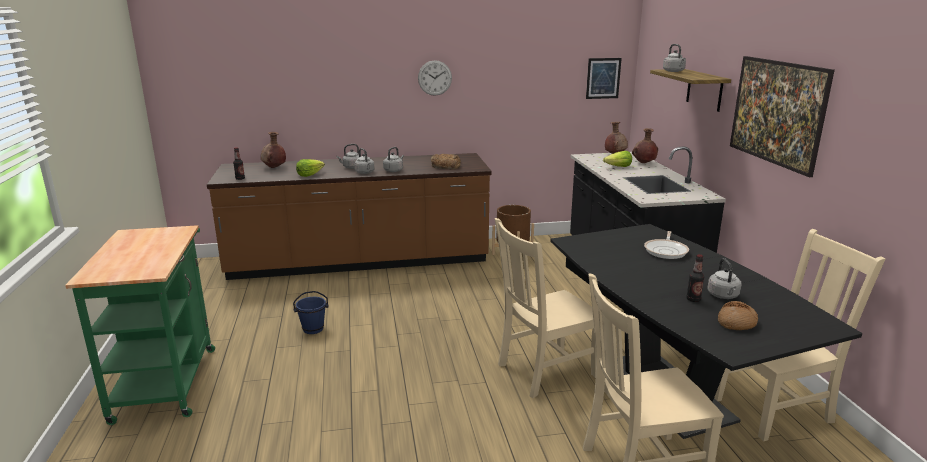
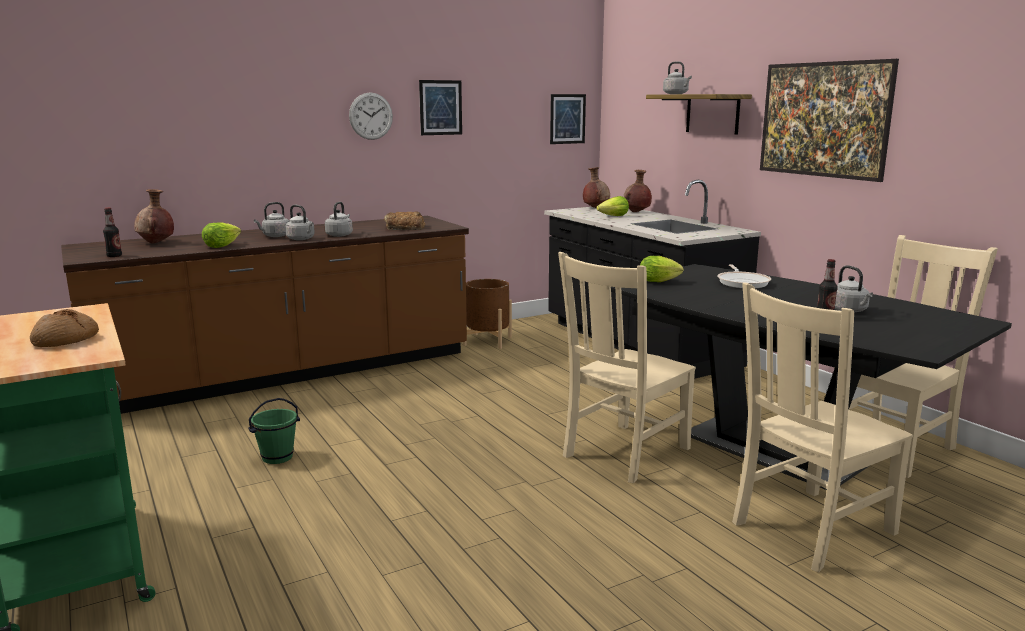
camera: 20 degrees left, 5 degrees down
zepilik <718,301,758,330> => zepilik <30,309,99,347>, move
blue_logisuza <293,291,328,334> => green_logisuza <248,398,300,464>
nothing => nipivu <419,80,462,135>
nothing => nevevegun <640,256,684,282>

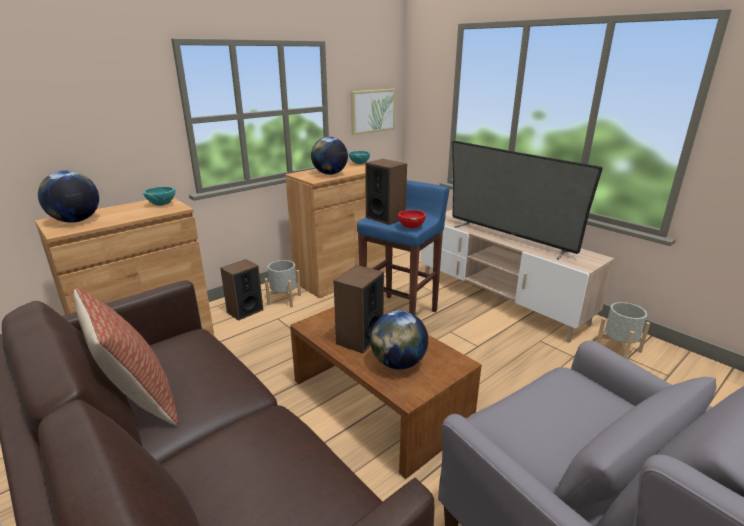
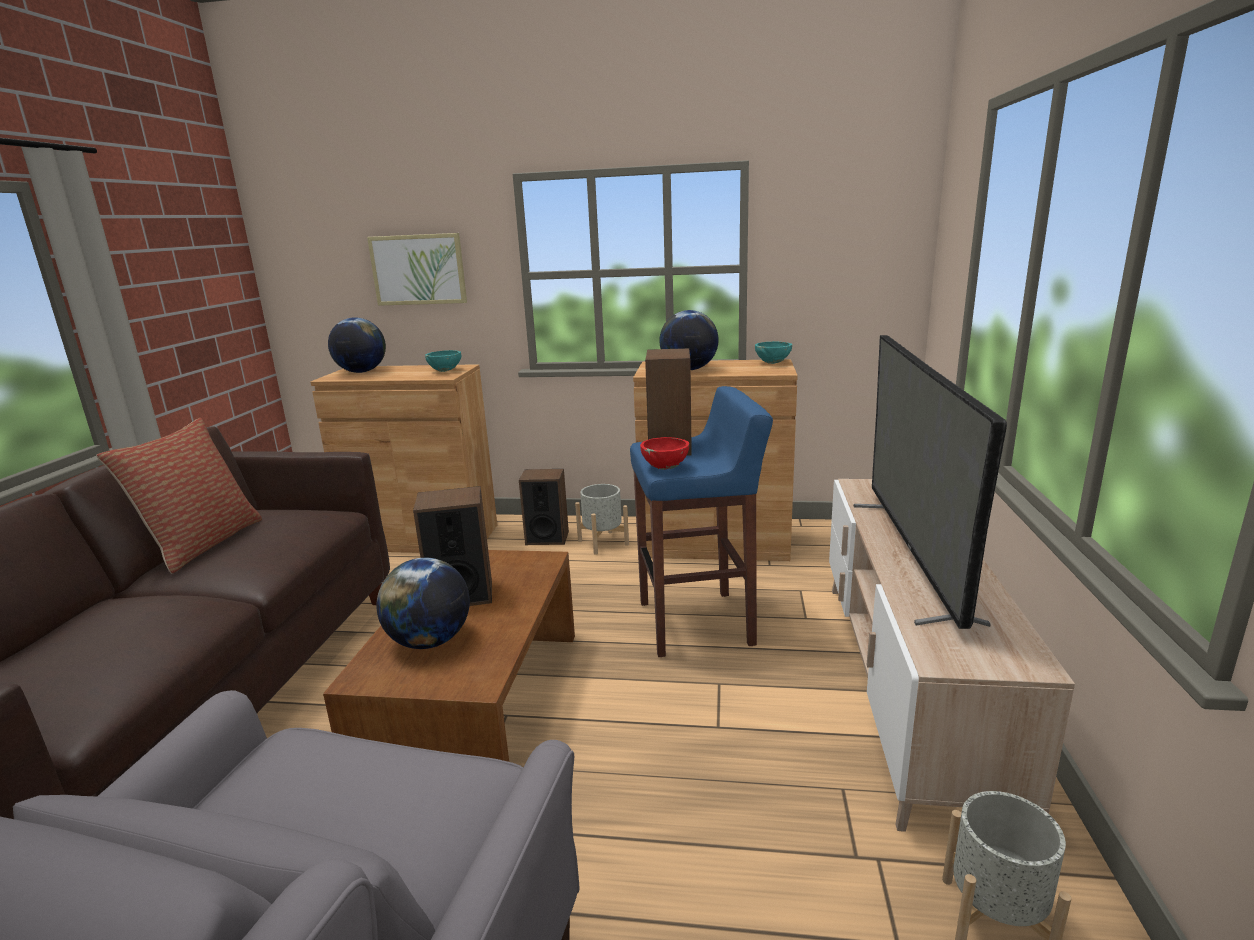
camera: 50 degrees right, 5 degrees down
nipivu <351,89,396,135> => nipivu <367,233,467,306>, move

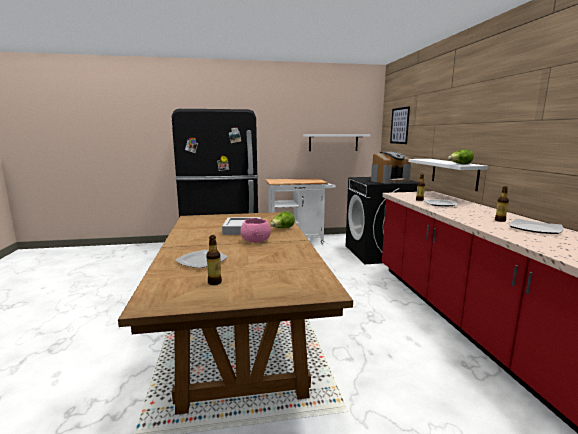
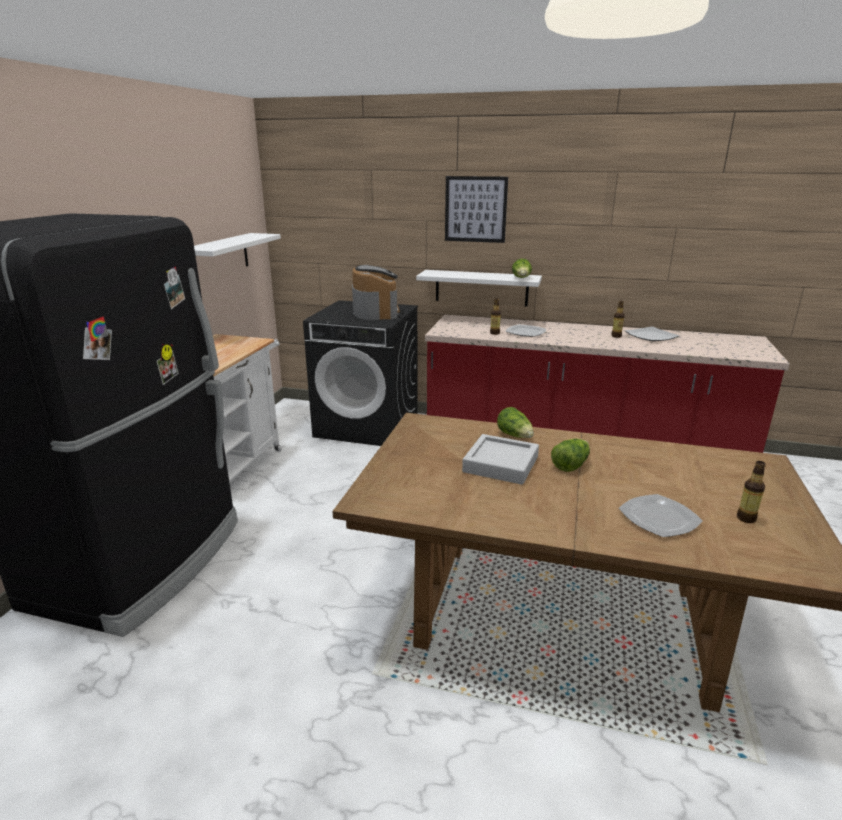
camera: 65 degrees left, 10 degrees up
nipivu <390,106,410,144> => nipivu <445,176,508,243>, move
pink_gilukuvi <241,218,271,243> => nevevegun <551,438,590,472>

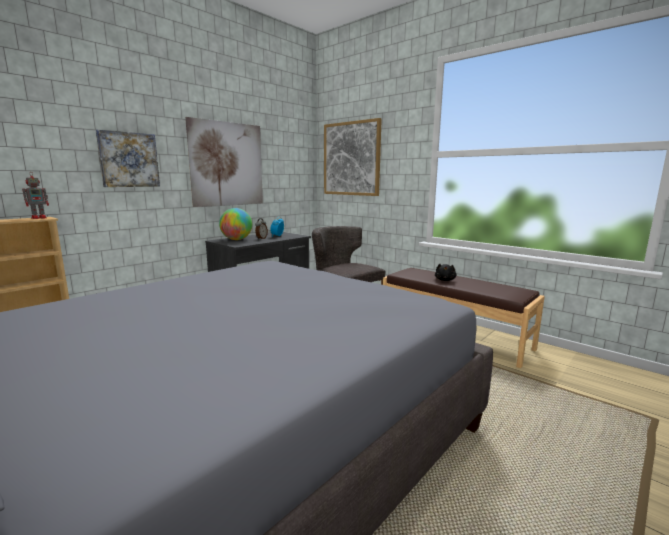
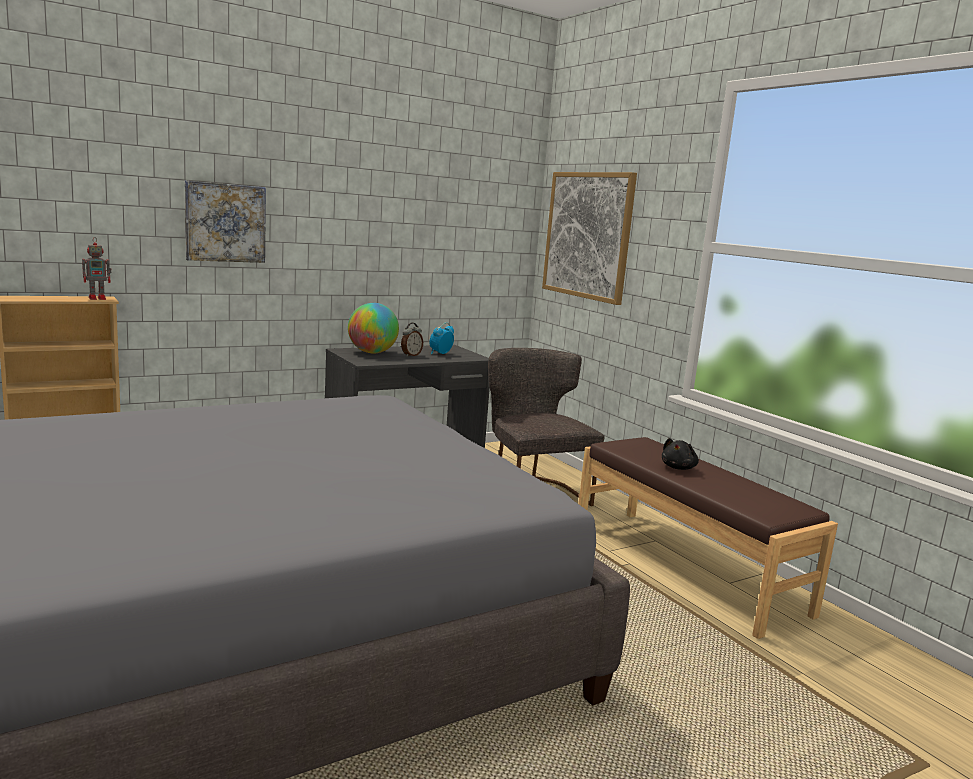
camera: 15 degrees right, 0 degrees up
nipivu <185,117,263,207> => nothing

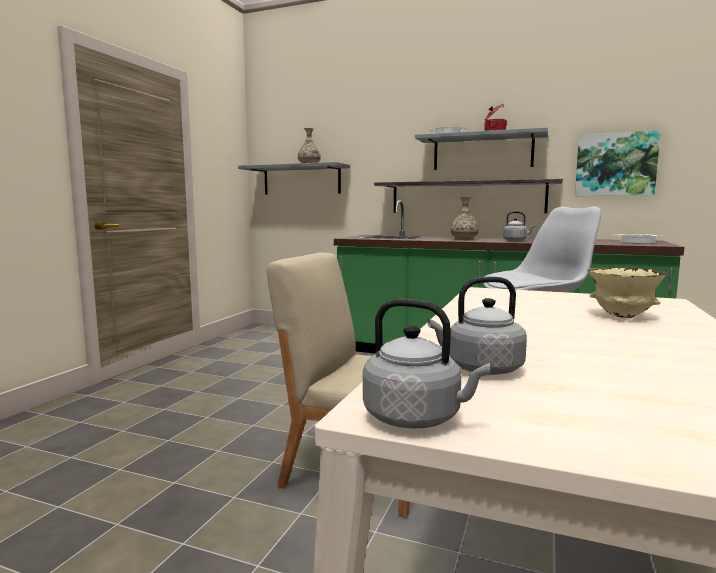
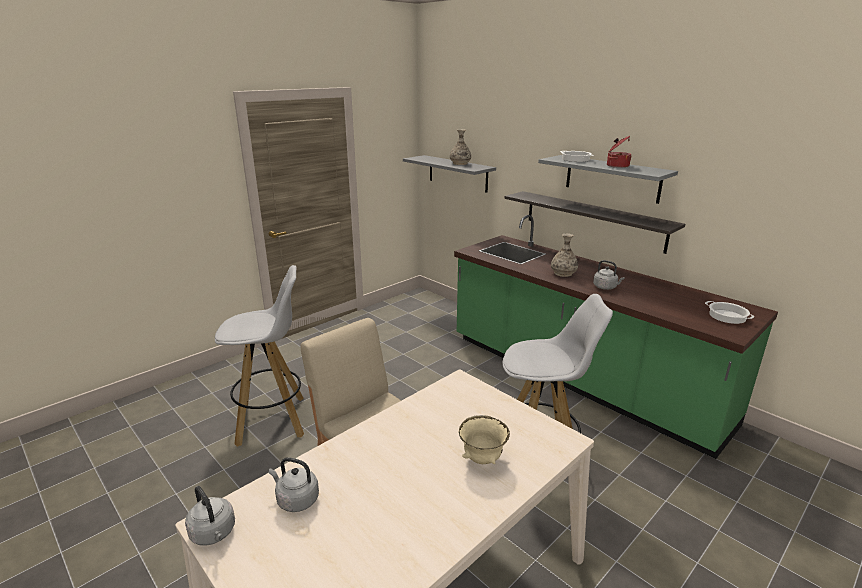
camera: 25 degrees right, 15 degrees up
nothing => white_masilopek <215,265,304,447>
nipivu <575,130,661,196> => nothing

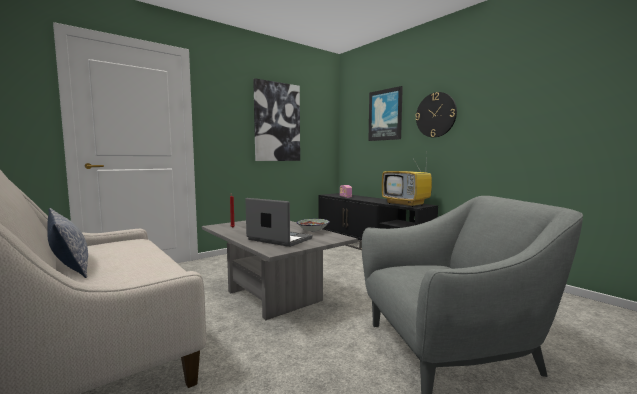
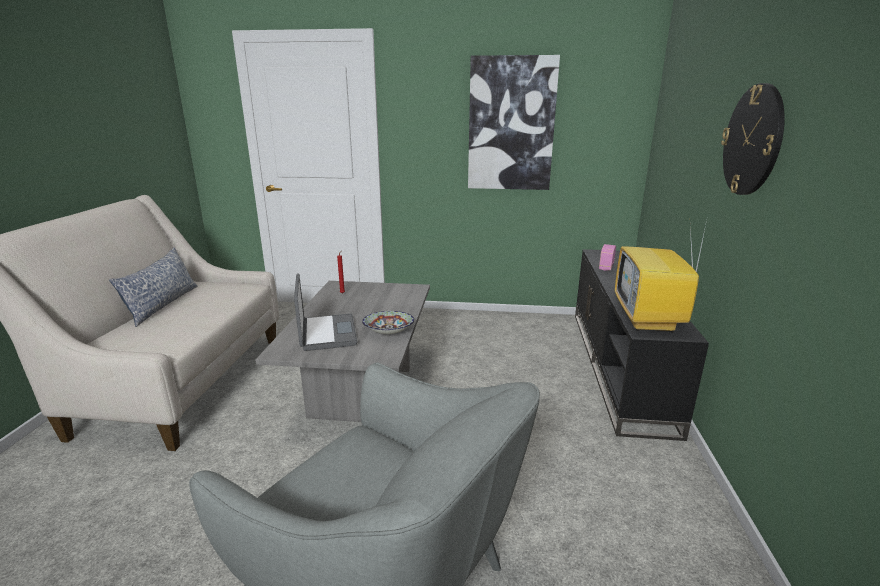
camera: 45 degrees right, 15 degrees up
nipivu <368,86,403,141> => nothing

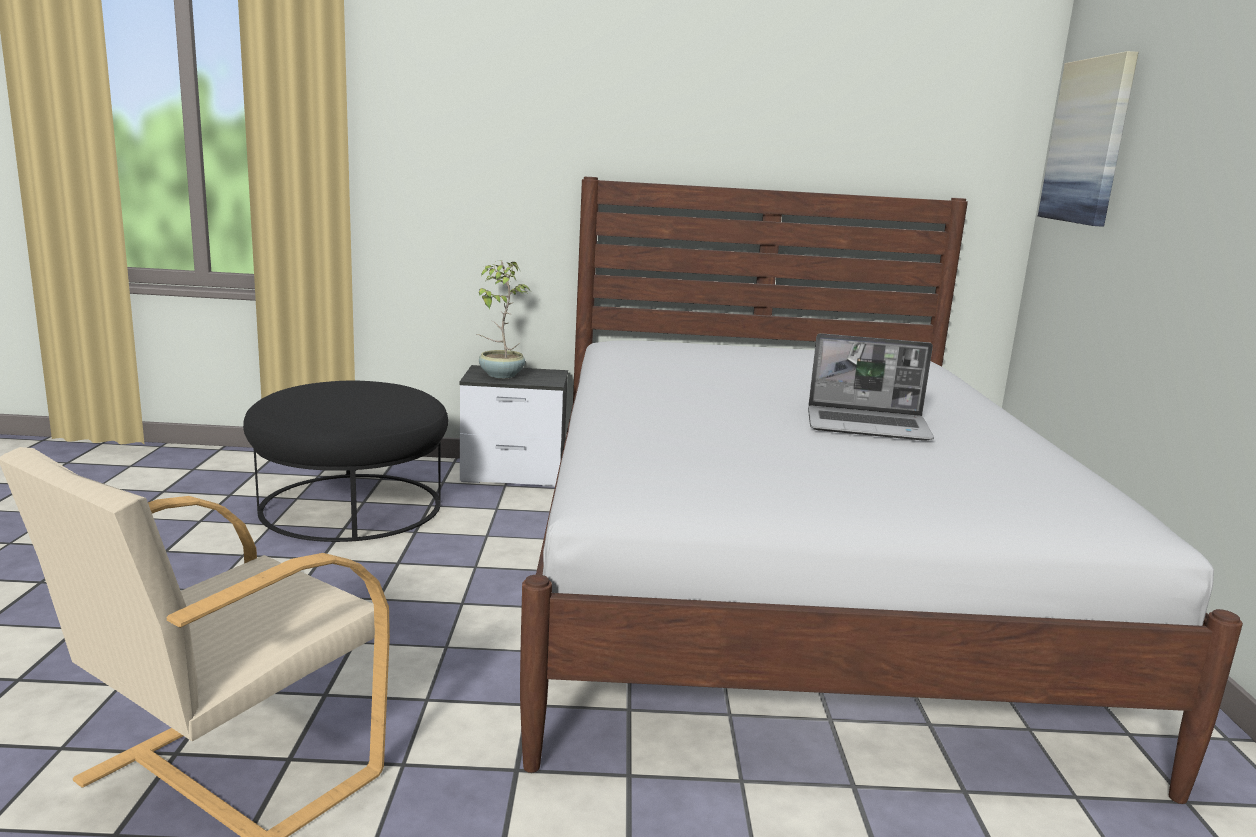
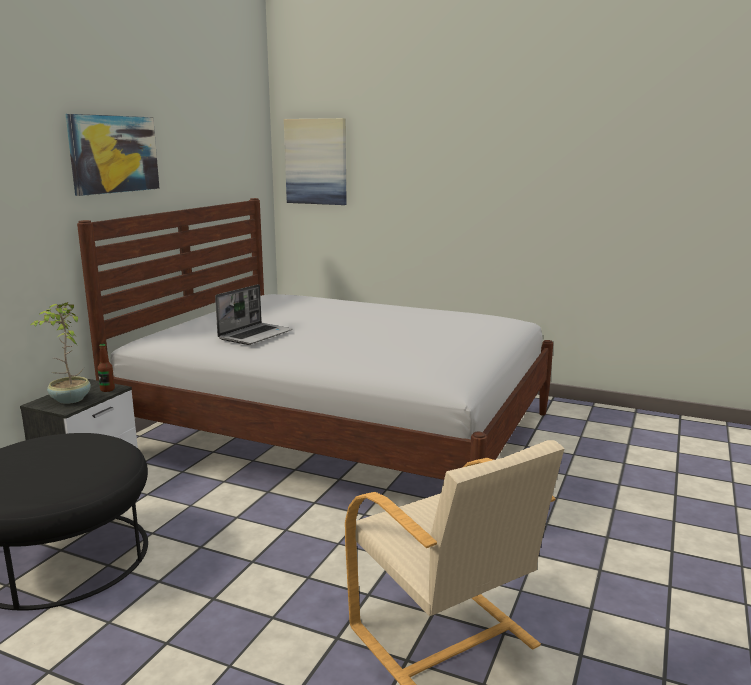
camera: 65 degrees left, 0 degrees up
nothing => nipivu <65,114,160,196>
nothing => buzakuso <98,344,115,392>
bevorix <808,333,934,441> => bevorix <215,284,292,345>, move

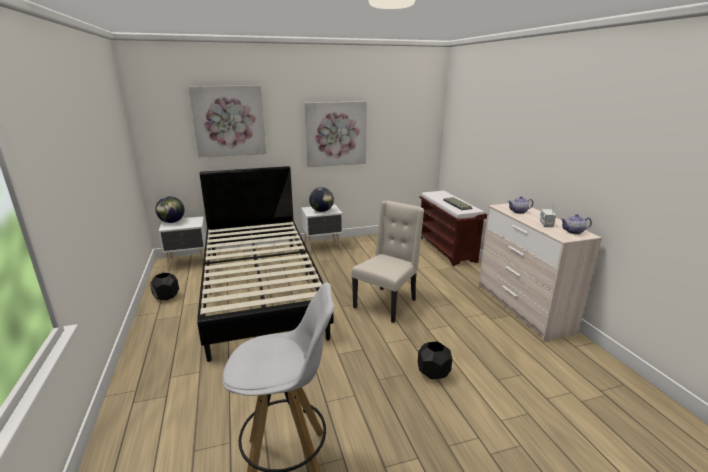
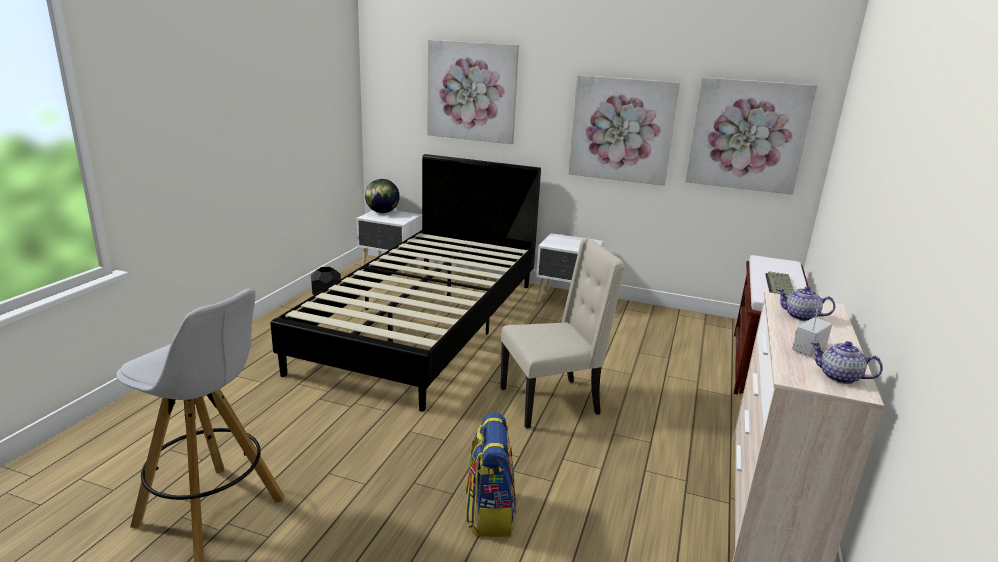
camera: 35 degrees right, 0 degrees up
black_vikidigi <418,341,452,380> => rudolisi <465,413,516,537>
nothing => nipivu <685,77,817,195>
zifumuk <309,187,334,212> => nothing

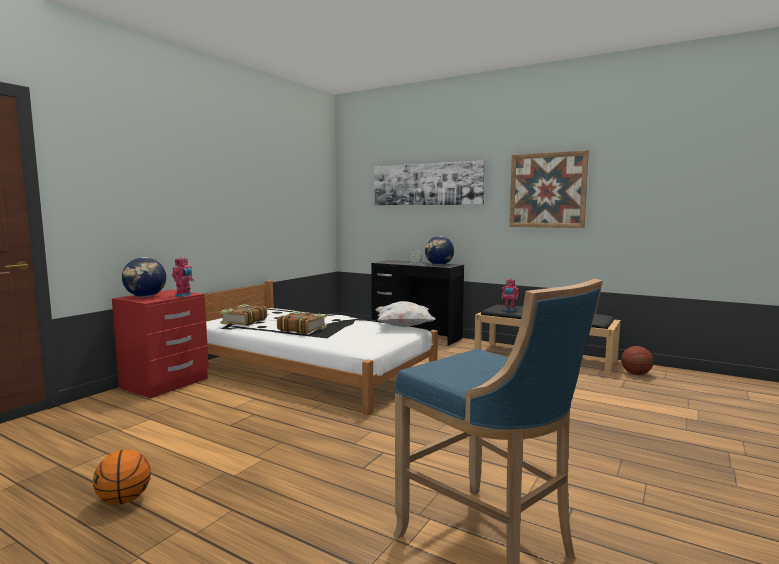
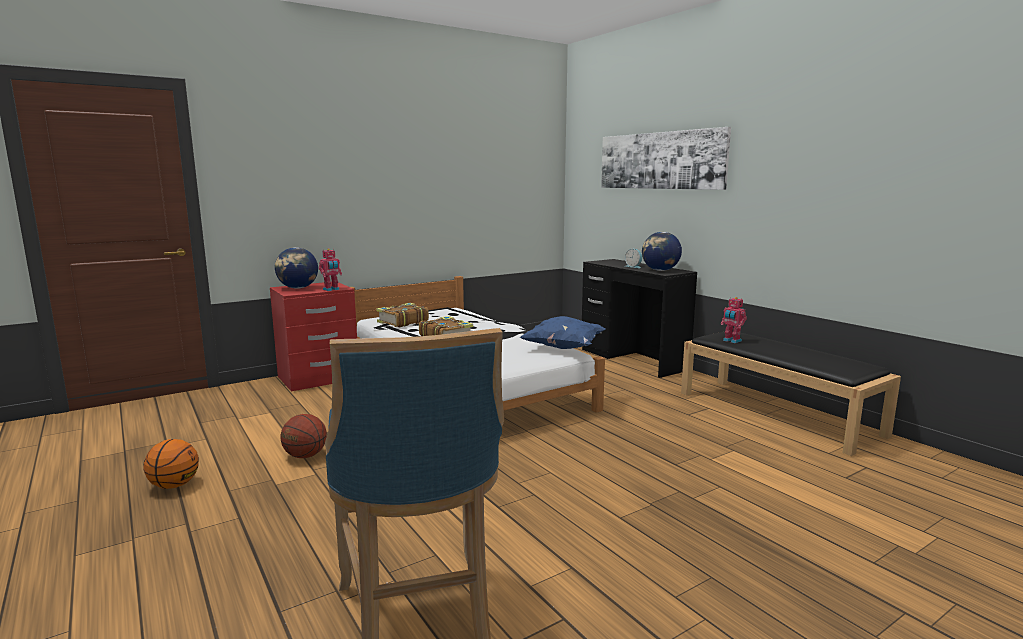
camera: 25 degrees right, 5 degrees up
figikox <621,346,653,375> => figikox <281,414,327,458>, move
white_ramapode <375,301,436,327> => blue_ramapode <519,316,606,349>
nipivu <509,150,589,228> => nothing

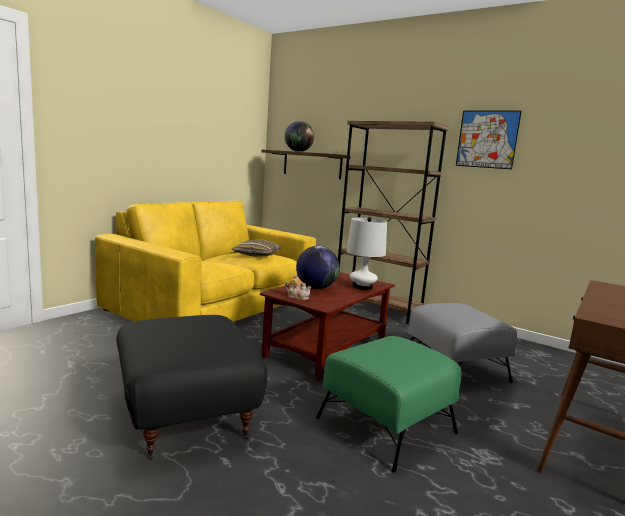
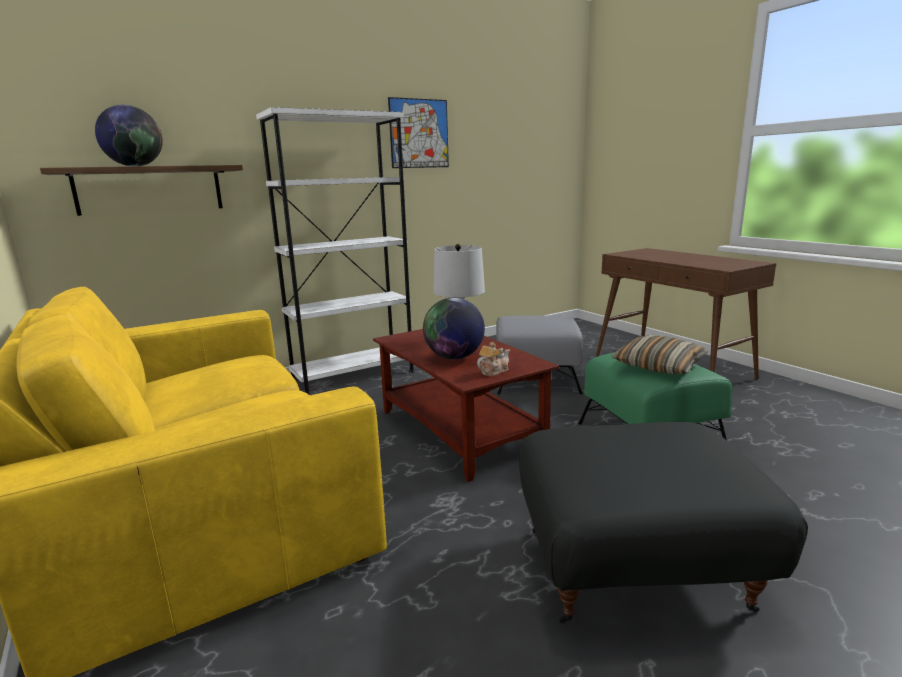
camera: 65 degrees left, 5 degrees up
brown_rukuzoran <338,121,449,324> => white_rukuzoran <256,107,415,395>
ramapode <232,240,282,257> => ramapode <611,335,709,374>, move

